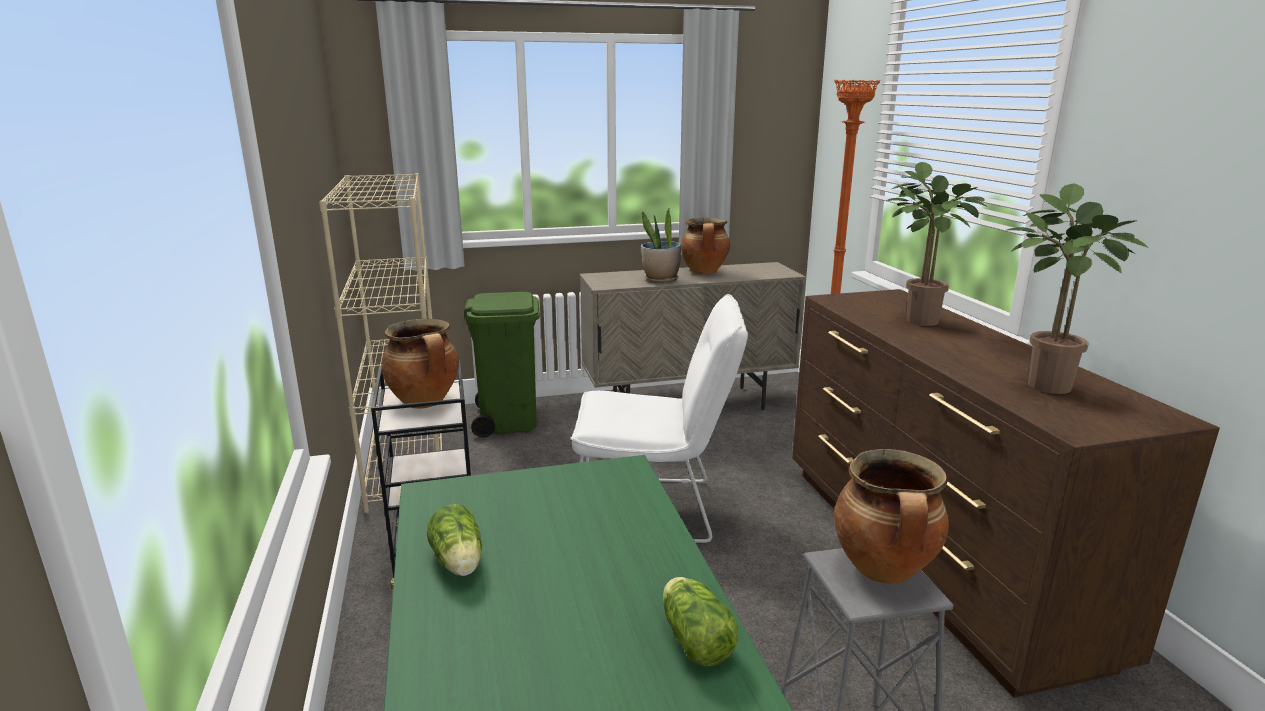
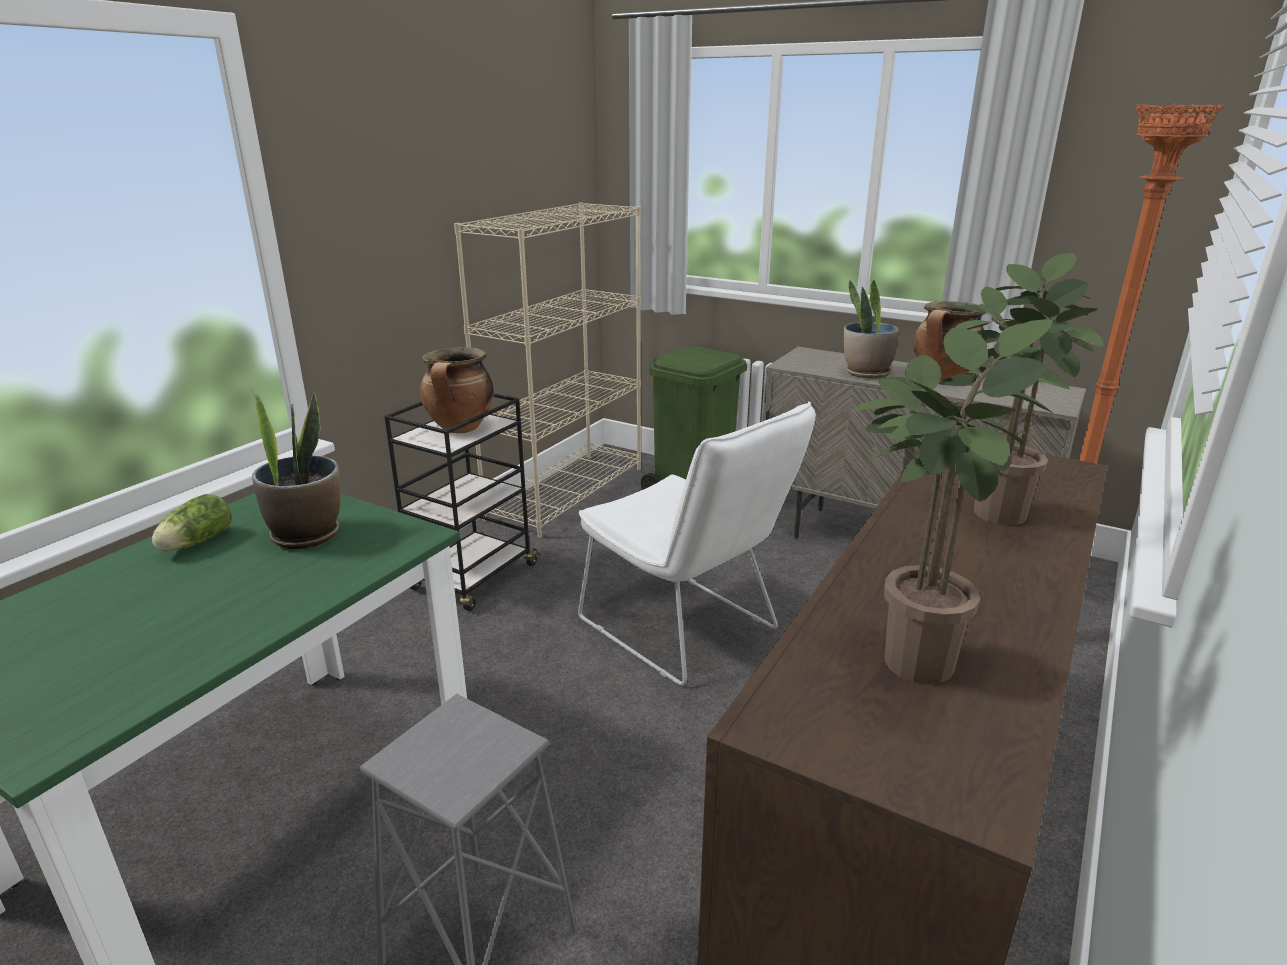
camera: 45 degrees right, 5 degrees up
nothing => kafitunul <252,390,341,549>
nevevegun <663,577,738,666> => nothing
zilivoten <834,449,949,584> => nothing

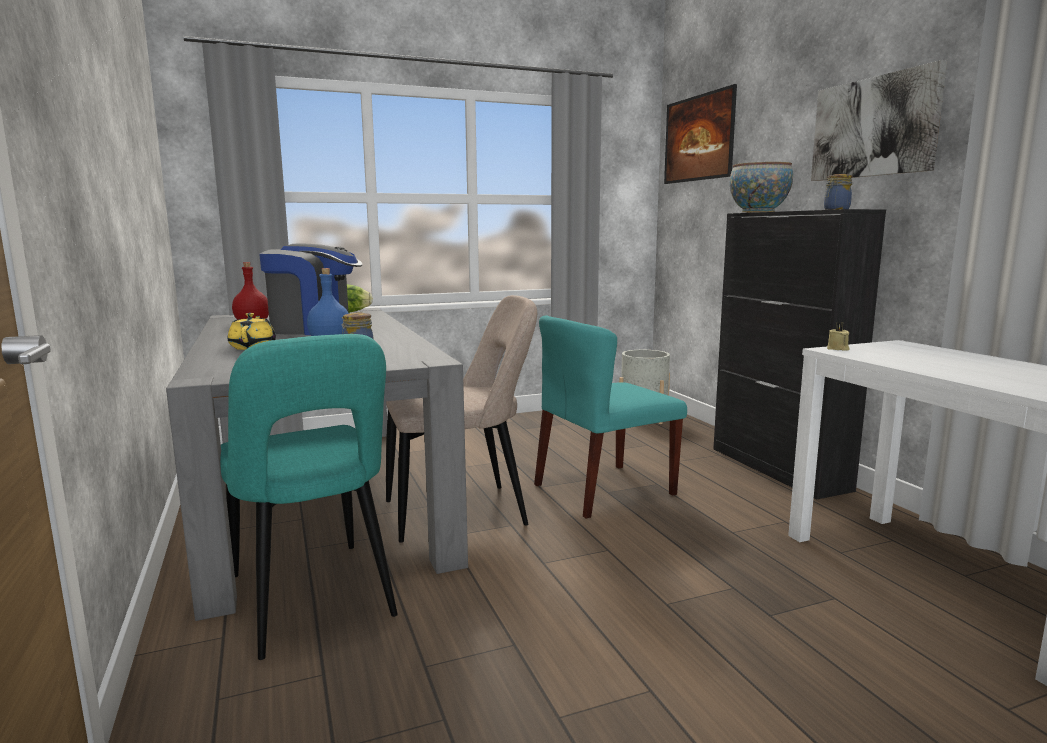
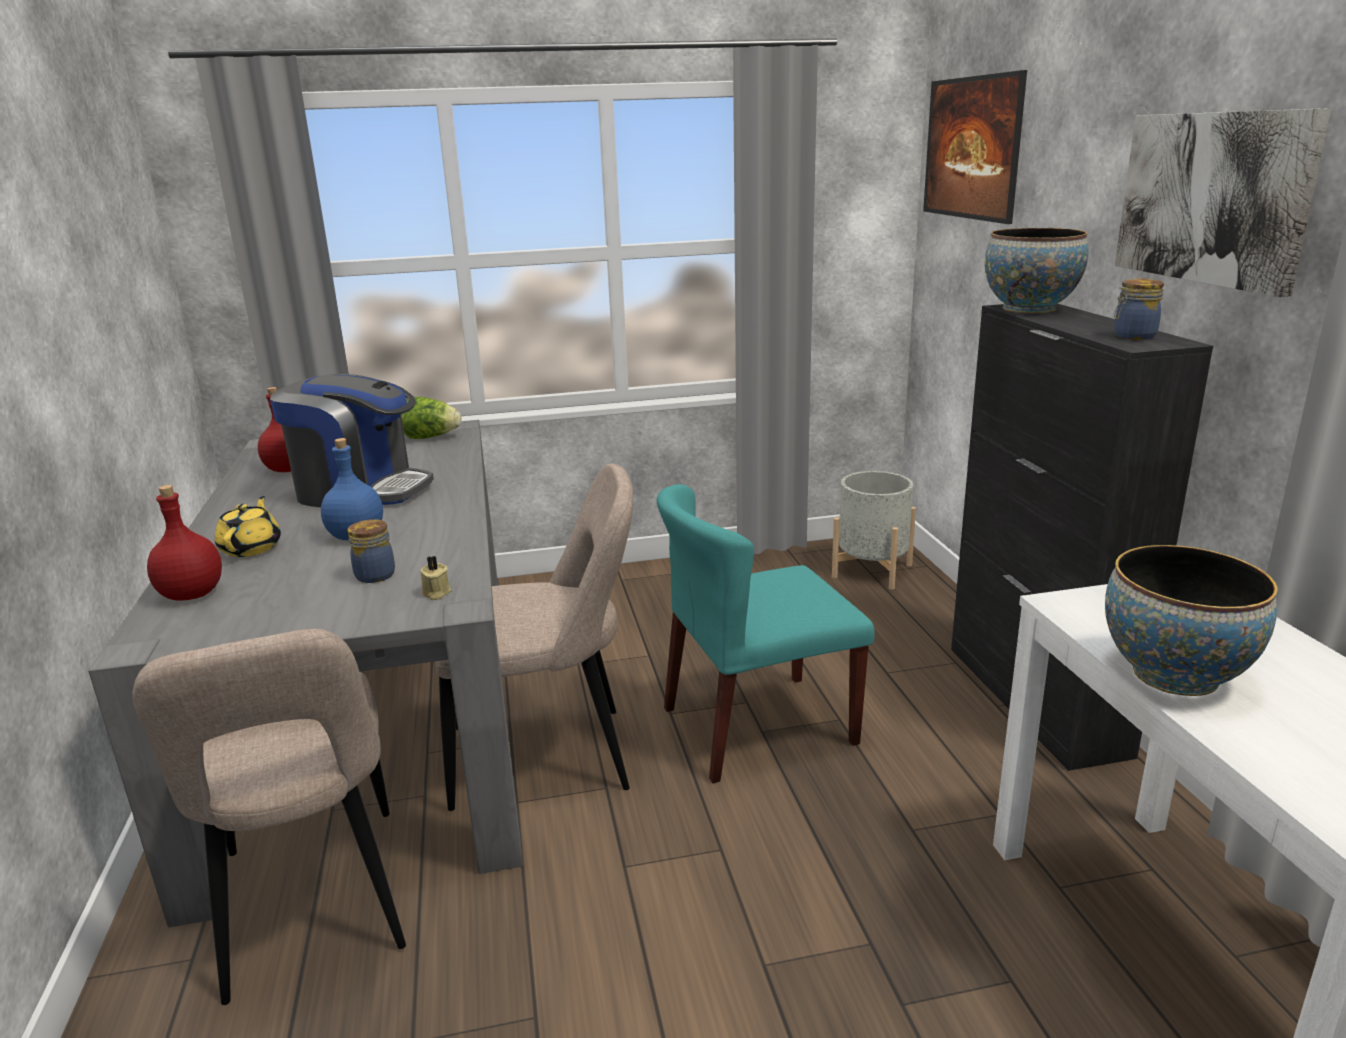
camera: 10 degrees right, 10 degrees up
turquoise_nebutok <220,334,398,660> => beige_nebutok <132,629,406,1005>
nothing => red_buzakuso <147,485,222,601>
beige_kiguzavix <827,322,850,351> => beige_kiguzavix <420,556,451,600>, move
nothing => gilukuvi <1105,545,1278,696>

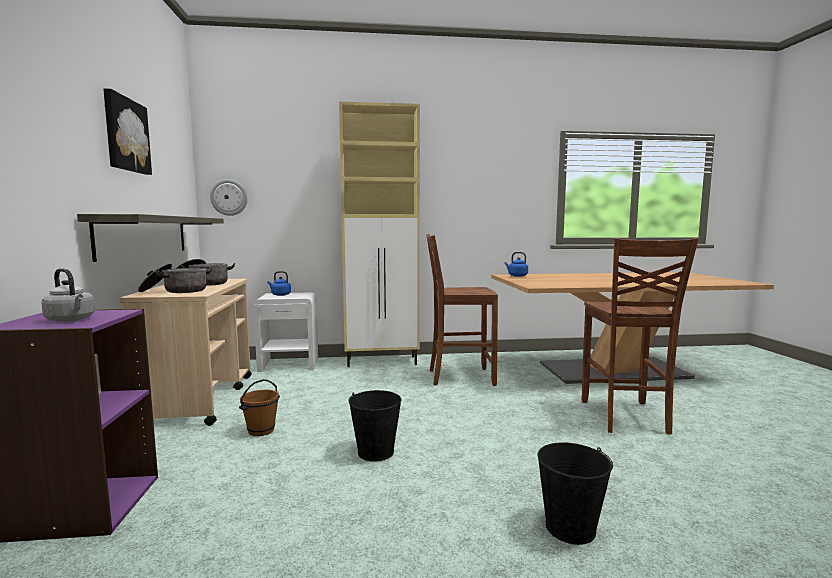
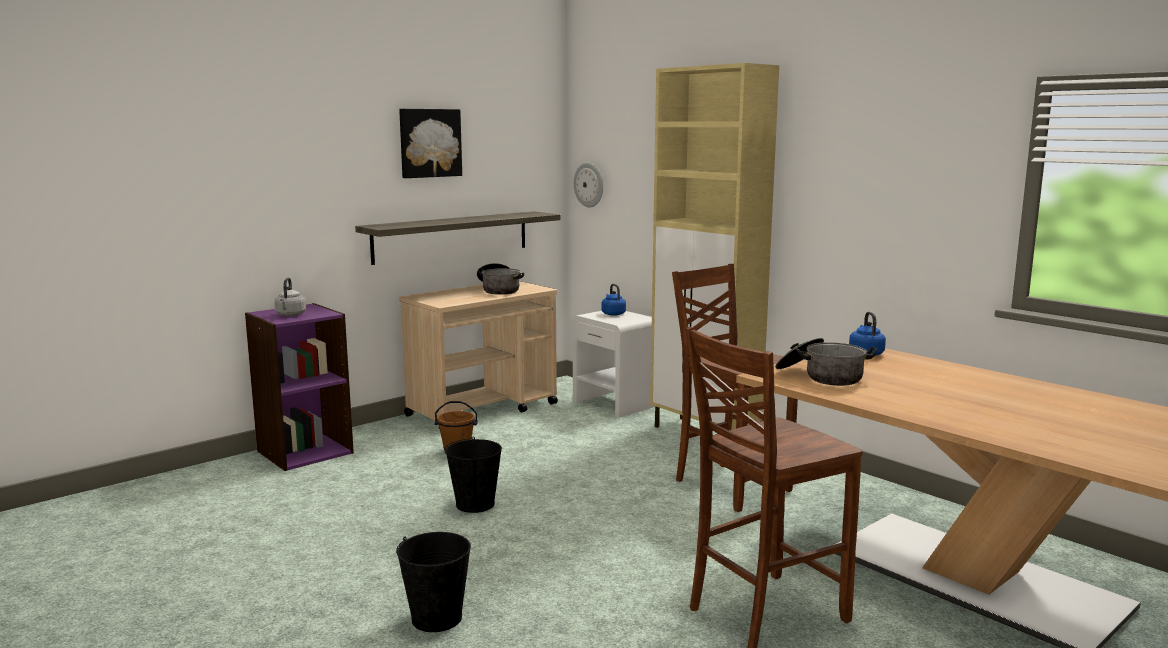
camera: 55 degrees right, 5 degrees up
zilivoten <138,264,212,293> => zilivoten <775,338,877,386>, move

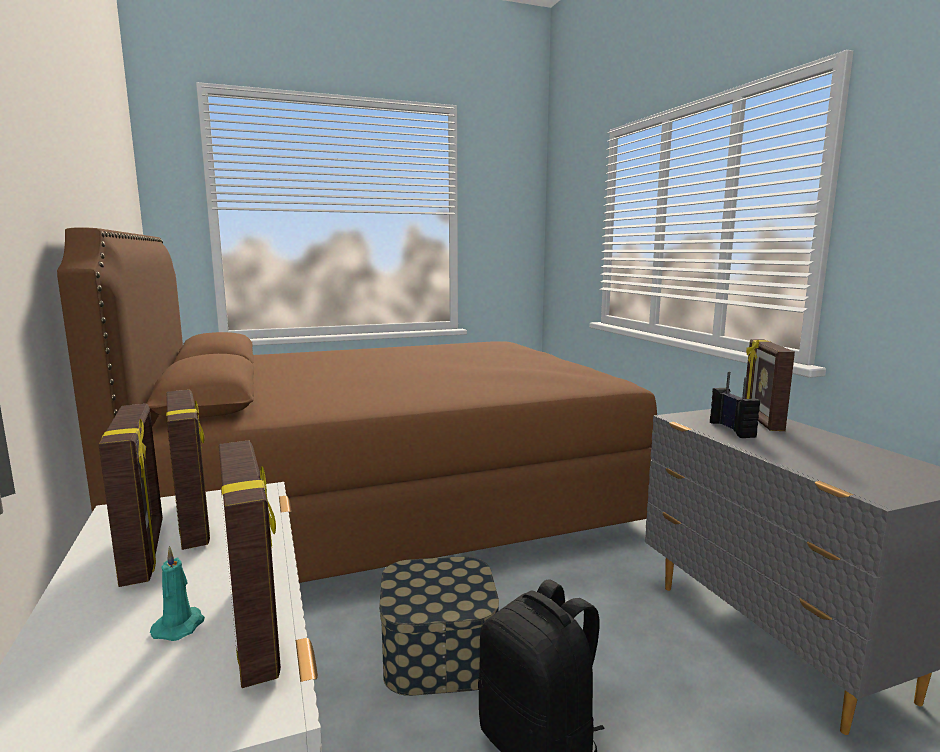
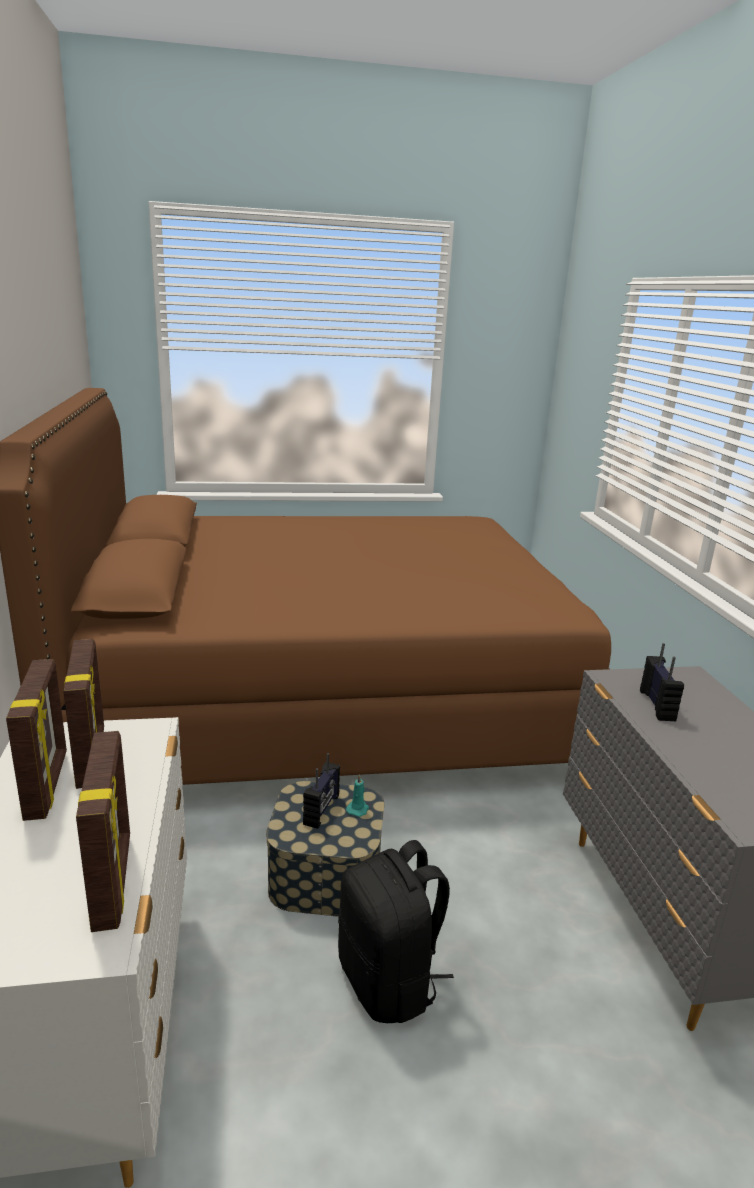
camera: 10 degrees right, 10 degrees up
nothing => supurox <303,753,340,829>
turquoise_kiguzavix <150,546,205,641> => turquoise_kiguzavix <346,774,369,817>, move
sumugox <745,339,795,431> => nothing

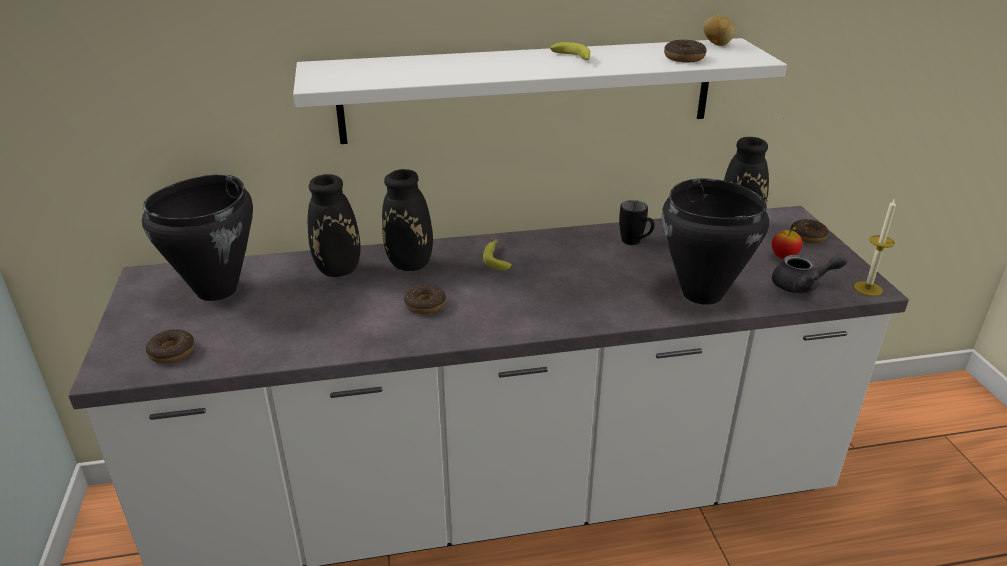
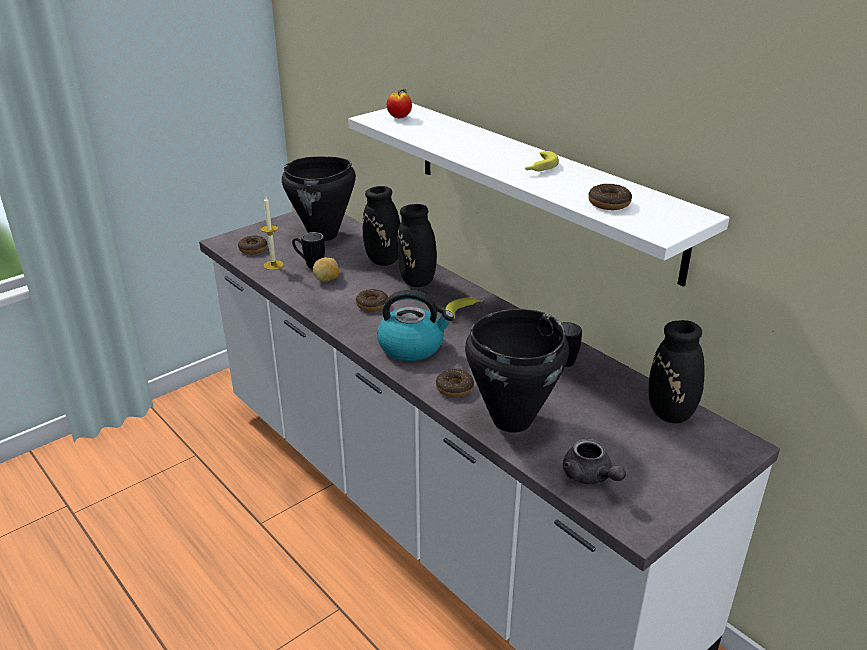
camera: 60 degrees right, 0 degrees up
kiguzavix <854,198,896,296> => kiguzavix <261,196,284,270>, move
nothing => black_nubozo <292,232,325,269>
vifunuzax <703,15,735,46> => vifunuzax <313,257,339,282>, move
nothing => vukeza <377,290,454,361>
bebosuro <772,226,802,259> => bebosuro <387,89,412,118>, move
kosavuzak <790,219,829,243> => kosavuzak <436,369,474,397>, move

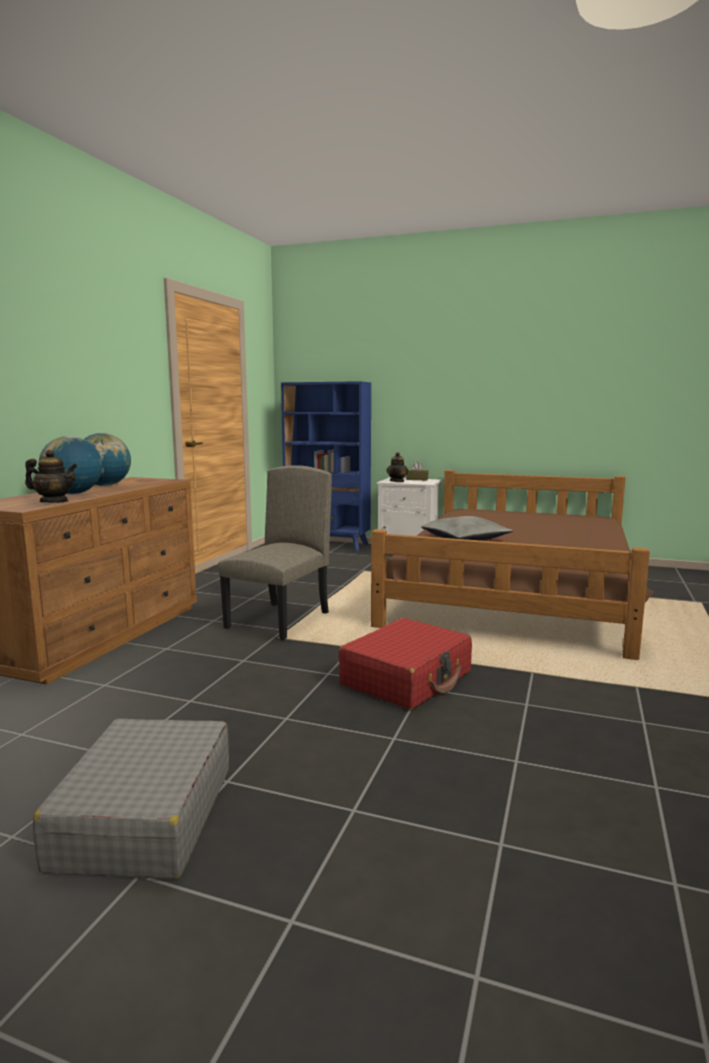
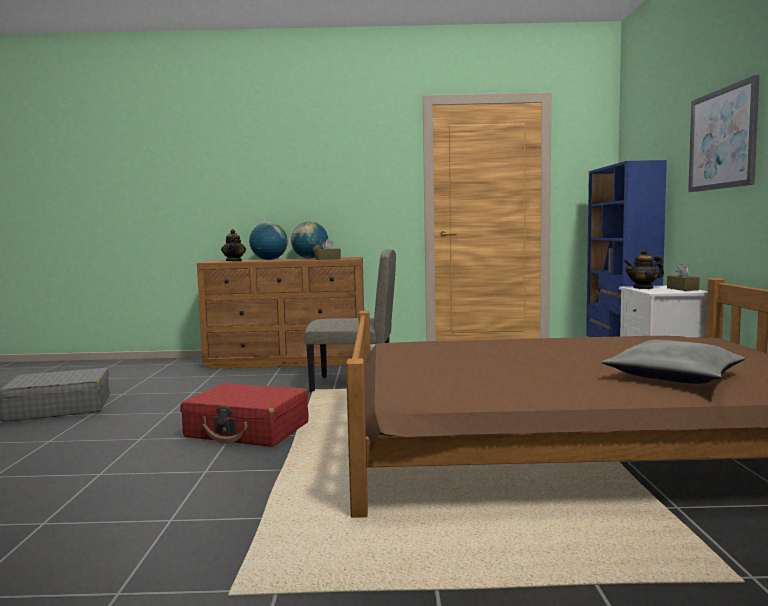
camera: 70 degrees right, 5 degrees down
nothing => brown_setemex <314,239,341,260>
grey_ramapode <421,516,513,541> => grey_ramapode <602,340,745,384>, move
nothing => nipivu <688,75,760,192>

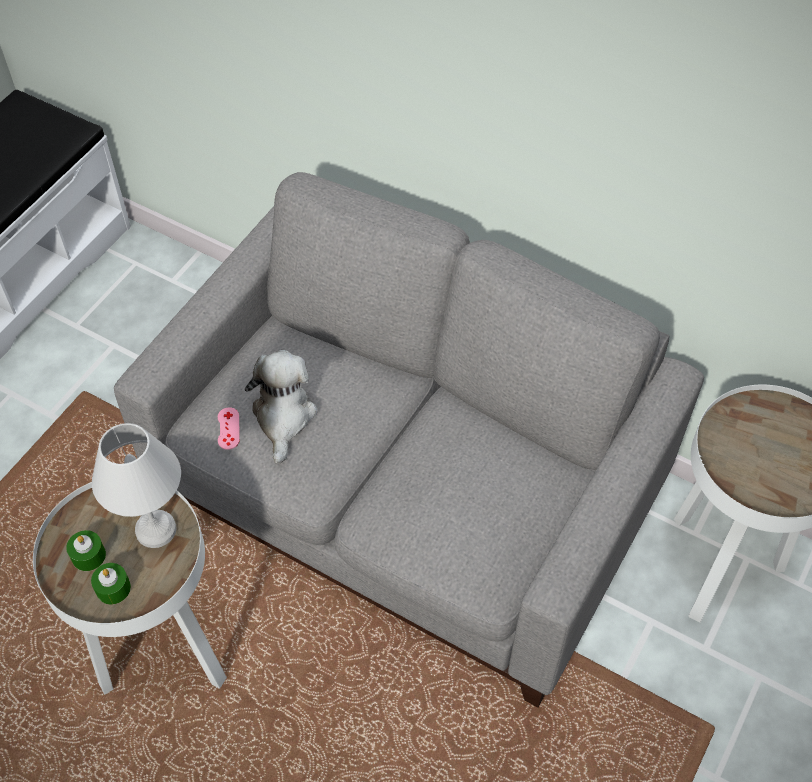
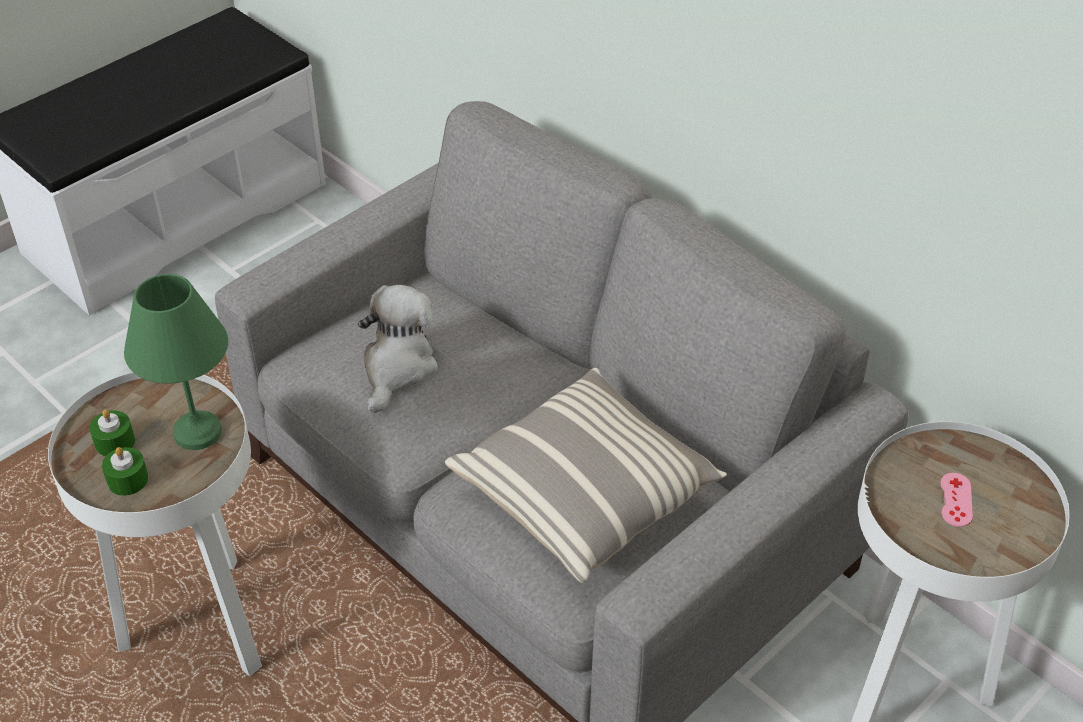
camera: 15 degrees right, 10 degrees down
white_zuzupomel <92,423,181,548> => green_zuzupomel <124,274,228,450>
nothing => ramapode <445,368,727,583>
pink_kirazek <218,407,240,450> => pink_kirazek <940,473,973,527>, move

